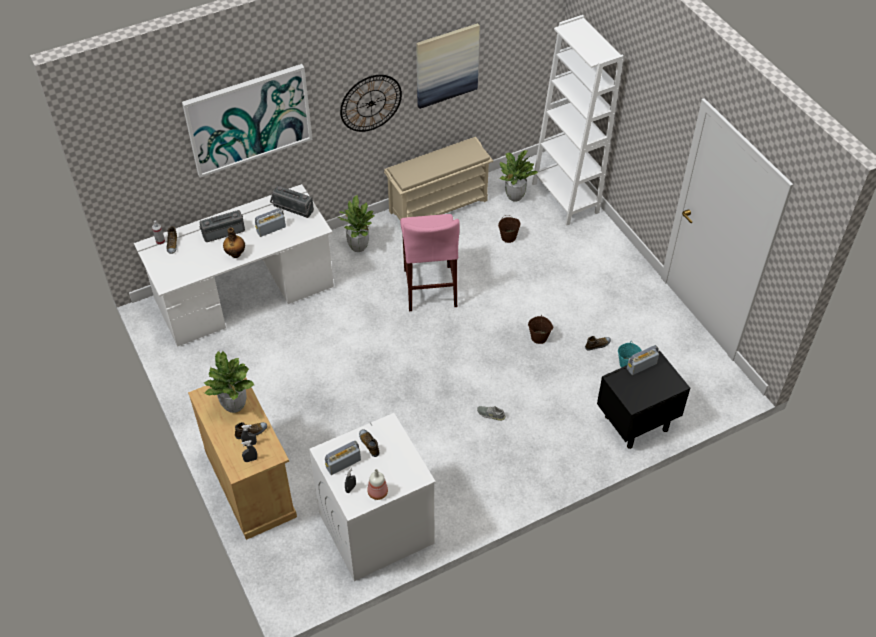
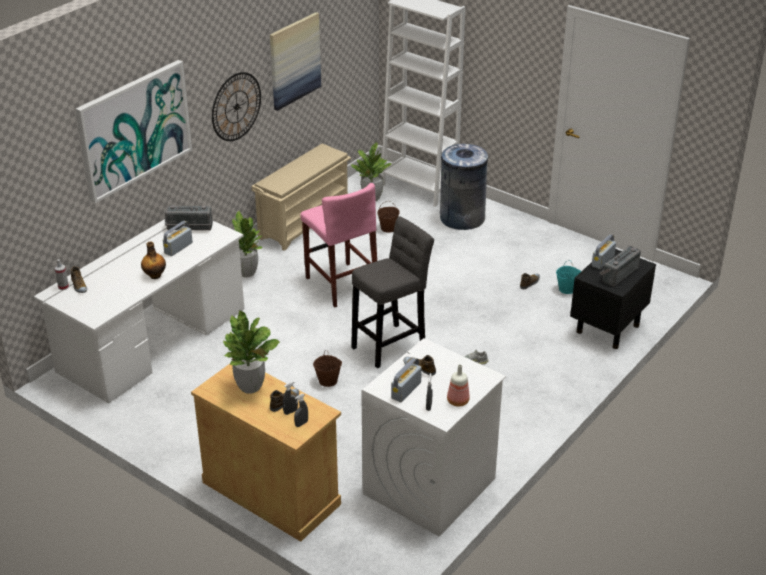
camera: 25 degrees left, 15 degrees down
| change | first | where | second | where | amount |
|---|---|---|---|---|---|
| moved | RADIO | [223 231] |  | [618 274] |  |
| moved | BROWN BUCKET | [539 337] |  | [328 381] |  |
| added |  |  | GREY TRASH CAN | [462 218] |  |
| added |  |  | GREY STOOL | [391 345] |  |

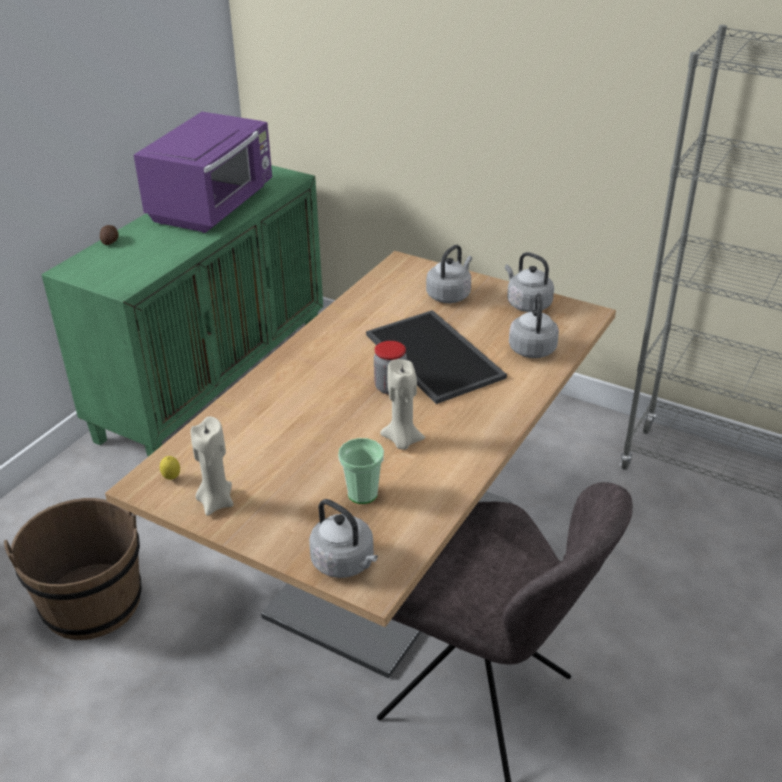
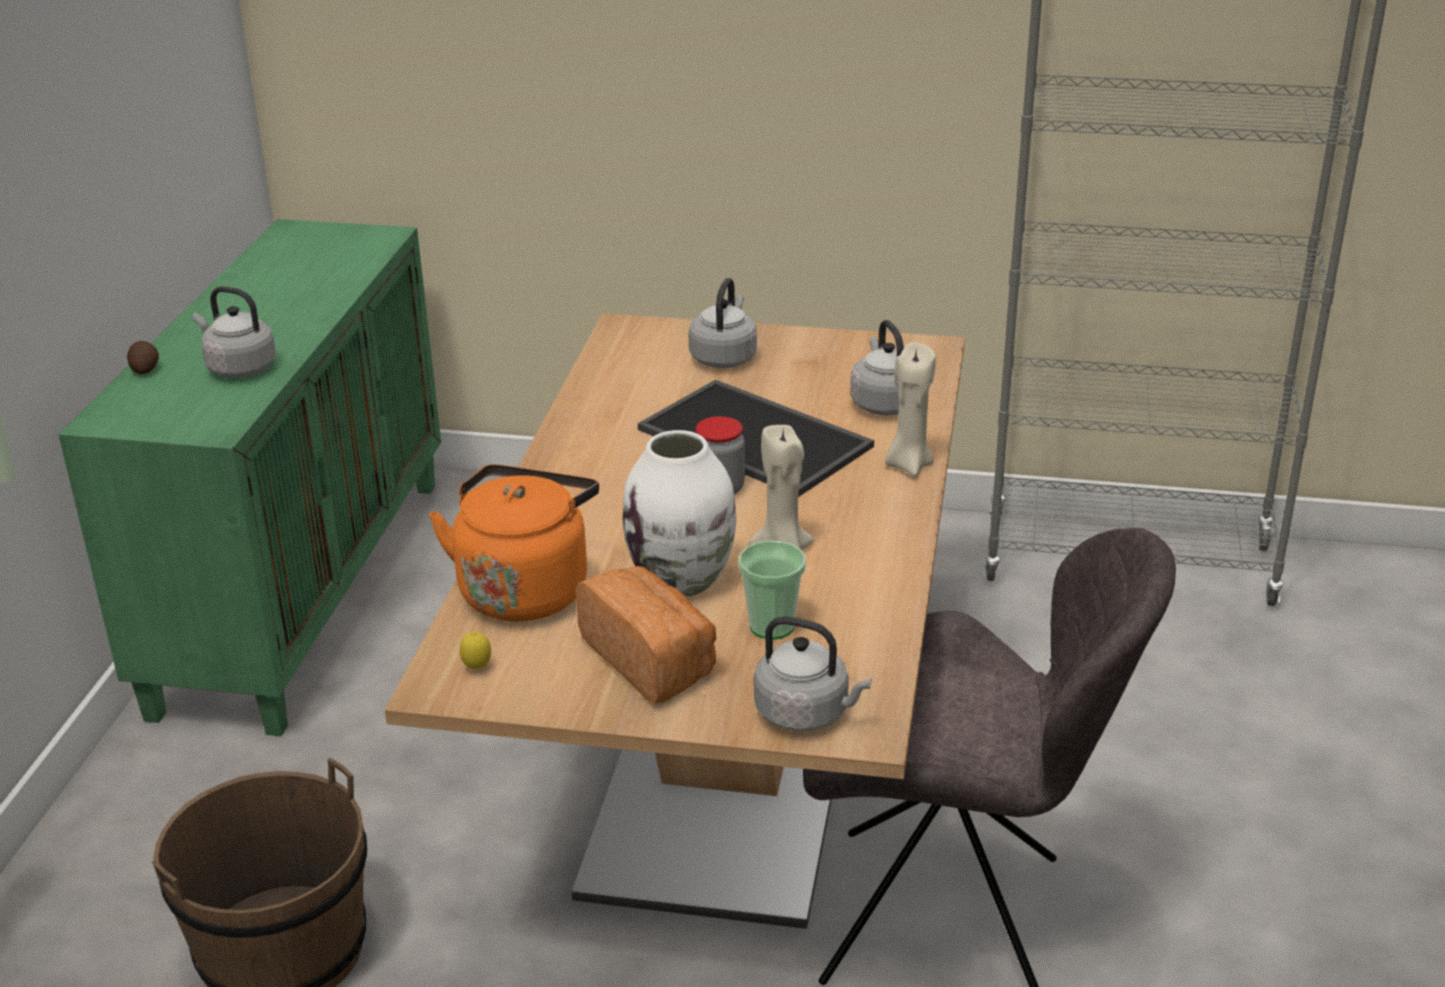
camera: 20 degrees left, 5 degrees down
| change | first | where | second | where | amount |
|---|---|---|---|---|---|
| removed | PURPLE MICROWAVE | [213 206] |  |  |  |
| moved | GREY KETTLE | [527 304] |  | [238 367] |  |
| moved | BEIGE CANDLE | [216 502] |  | [908 464] |  |
| added |  |  | WHITE VASE | [682 580] |  |
| added |  |  | ORANGE KETTLE | [525 589] |  |
| added |  |  | BREAD | [651 659] |  |

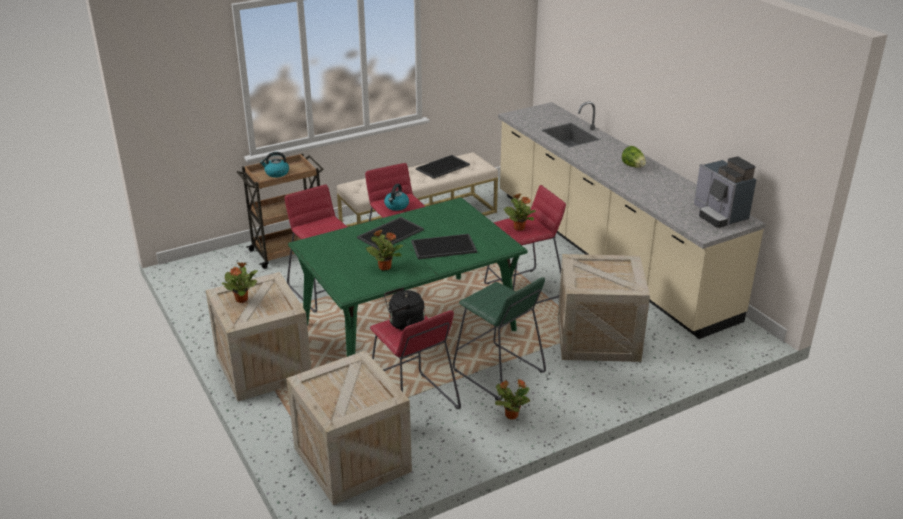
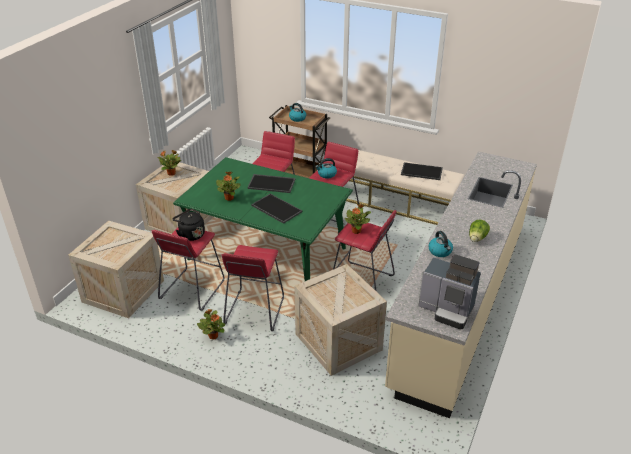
camera: 55 degrees right, 5 degrees up
| change | first | where | second | where | amount |
|---|---|---|---|---|---|
| turned | COFFEE MACHINE | [719 215] |  | [447 310] | 90 degrees counterclockwise |
| recoloured | GREEN STOOL | [498 372] | RED STOOL | [254 311] |  |
| added |  |  | KETTLE | [440 251] |  |

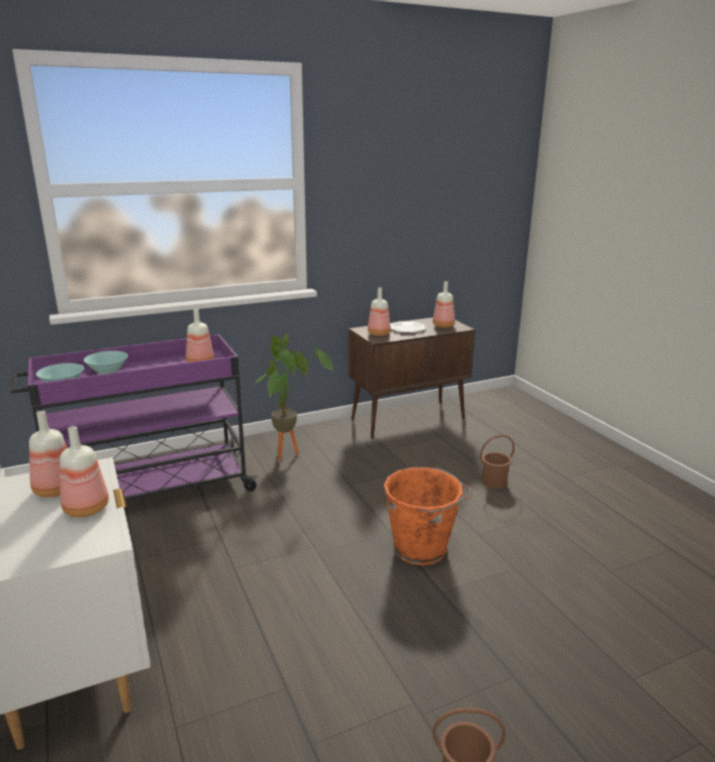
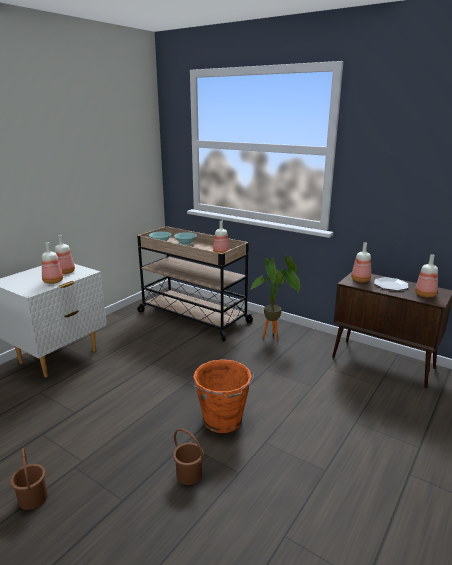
camera: 60 degrees right, 0 degrees up
| change | first | where | second | where | amount |
|---|---|---|---|---|---|
| recoloured | PURPLE CART | [148 492] | BEIGE CART | [192 316] |  |
| moved | BROWN BUCKET | [494 482] |  | [189 475] |  |

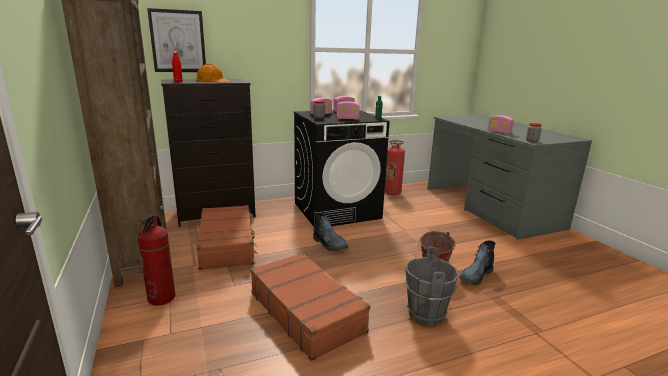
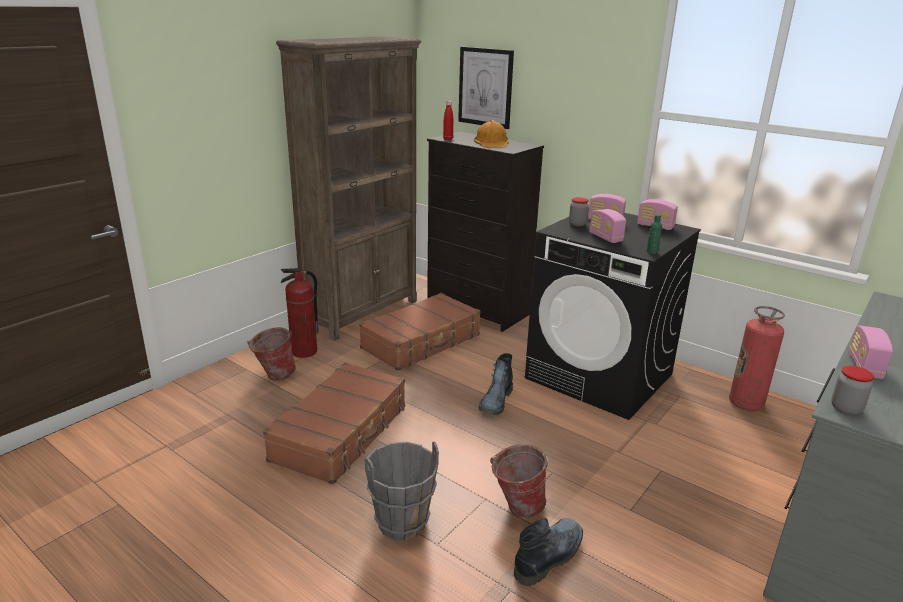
camera: 60 degrees right, 5 degrees up
| change | first | where | second | where | amount |
|---|---|---|---|---|---|
| turned | BOOT | [475 276] |  | [549 555] | 120 degrees clockwise |
| added |  |  | BUCKET | [274 375] |  |

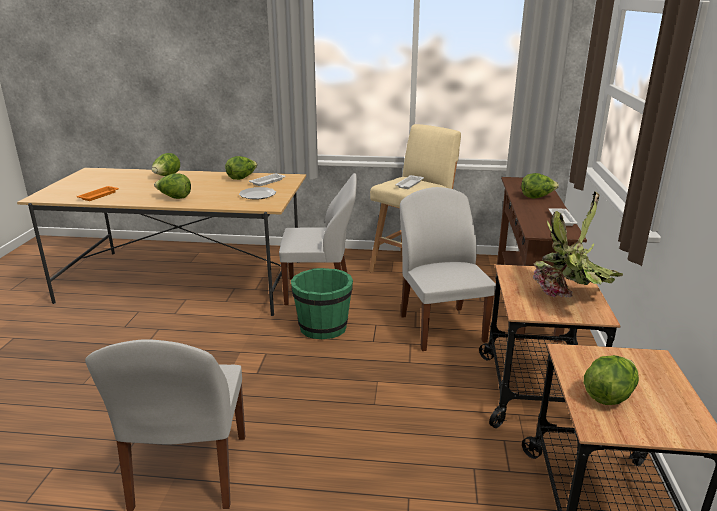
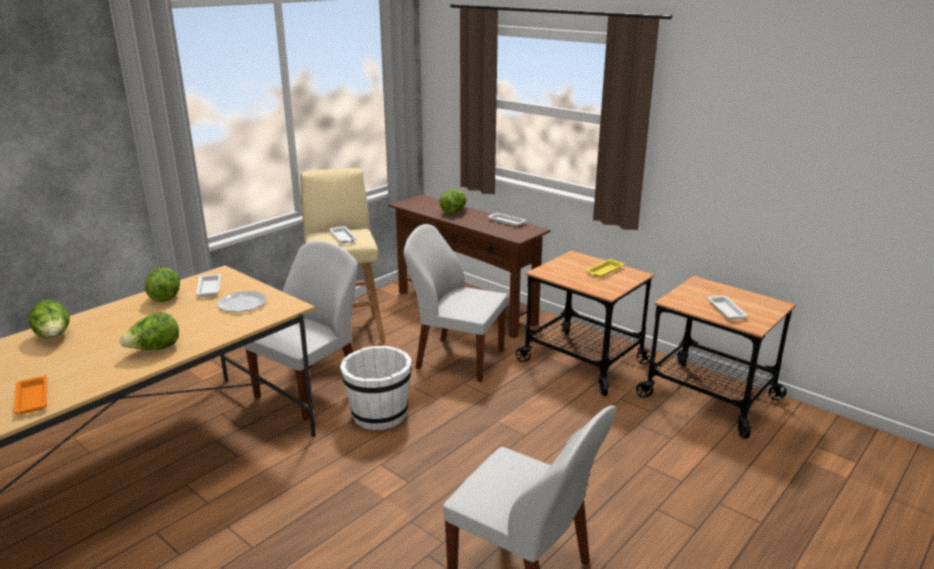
camera: 55 degrees left, 0 degrees up
| change | first | where | second | where | amount |
|---|---|---|---|---|---|
| replaced | POTTED PLANT | [570 297] | YELLOW TRAY | [604 271] |  |
| recoloured | GREEN BUCKET | [323 327] | WHITE BUCKET | [379 415] |  |
| replaced | LETTUCE | [608 395] | WHITE TRAY | [726 310] |  |

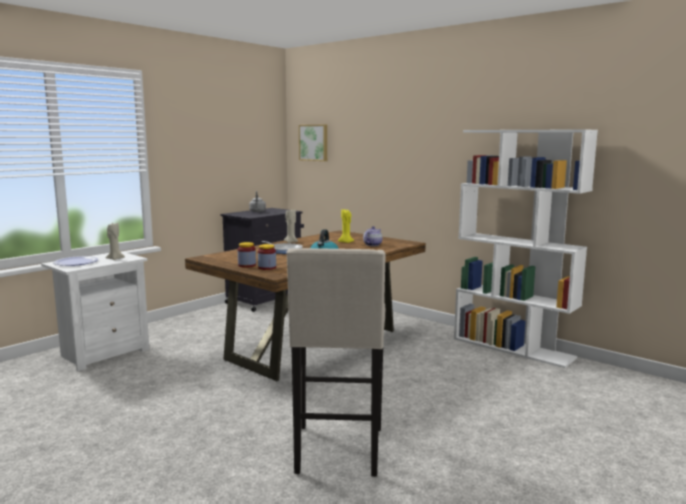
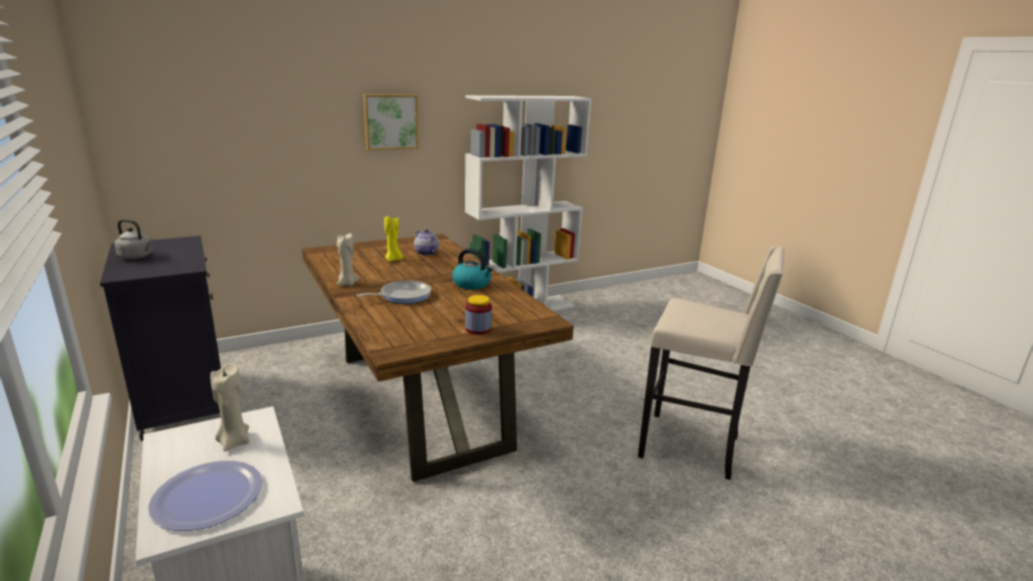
camera: 70 degrees left, 10 degrees up
| change | first | where | second | where | amount |
|---|---|---|---|---|---|
| moved | PICTURE | [314 142] |  | [390 122] |  |
| removed | JAR | [267 268] |  |  |  |

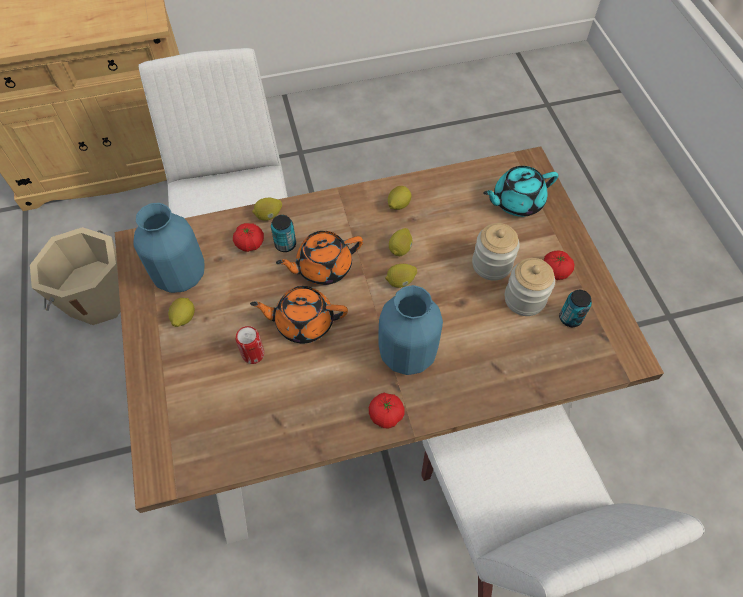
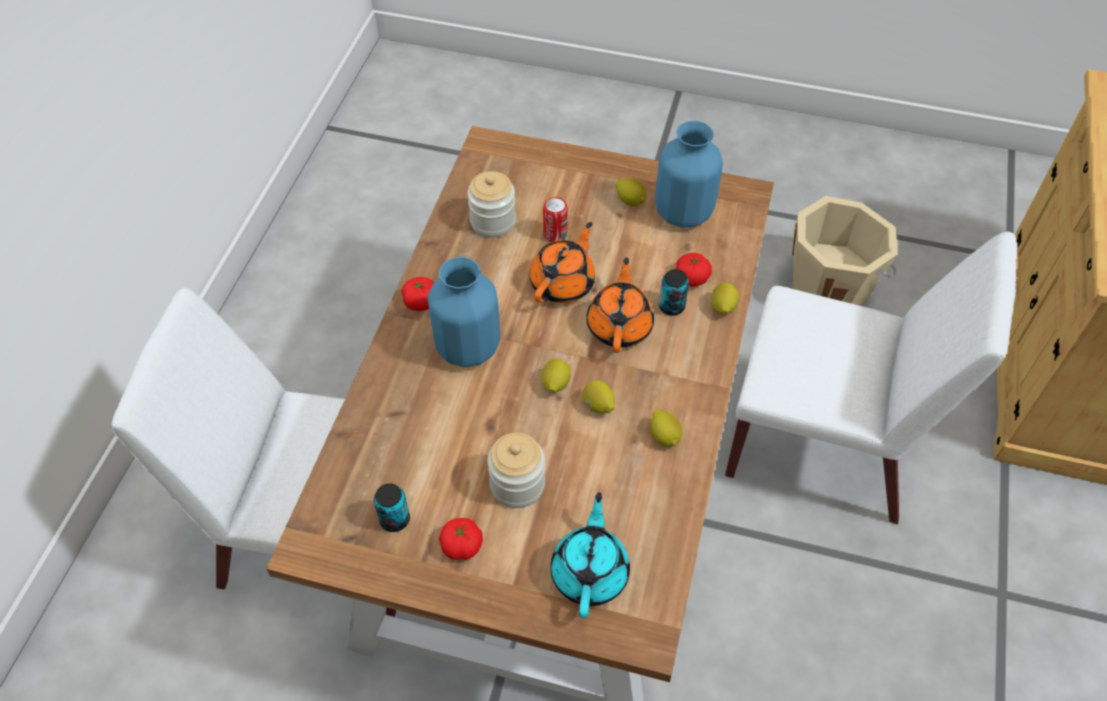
camera: 120 degrees right, 5 degrees down
| change | first | where | second | where | amount |
|---|---|---|---|---|---|
| moved | JAR | [524 299] |  | [493 221] |  |

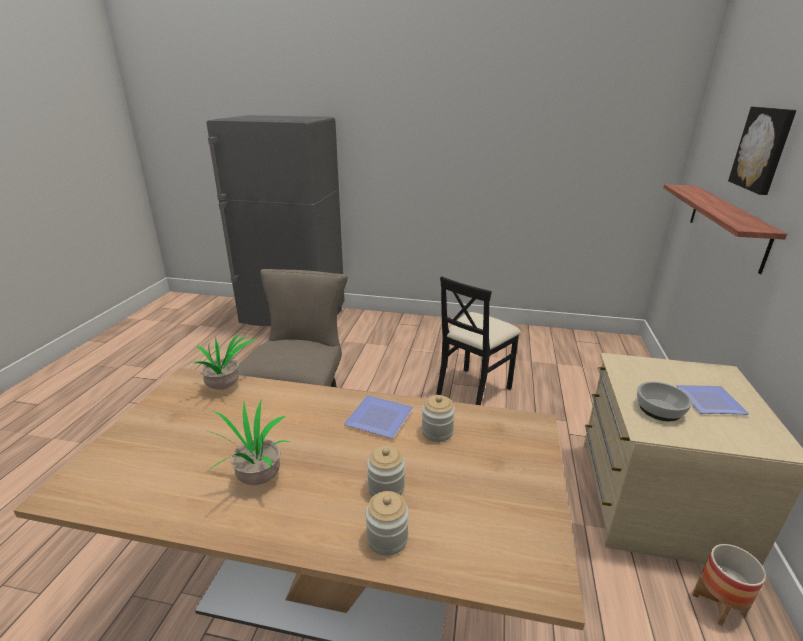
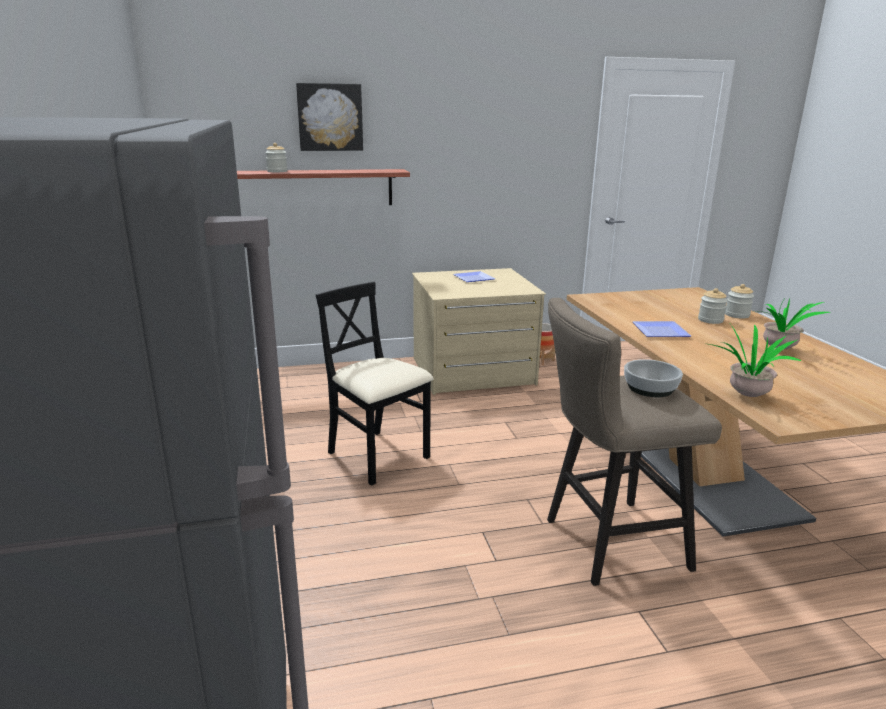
camera: 115 degrees left, 5 degrees down
| change | first | where | second | where | amount |
|---|---|---|---|---|---|
| turned | BLACK CHAIR | [473 389] |  | [378 456] | 150 degrees counterclockwise |
| moved | BOWL | [659 410] |  | [651 388] |  |
| moved | JAR | [437 432] |  | [277 171] |  |

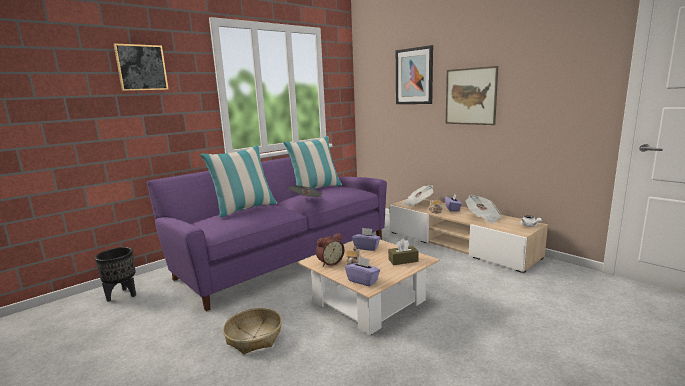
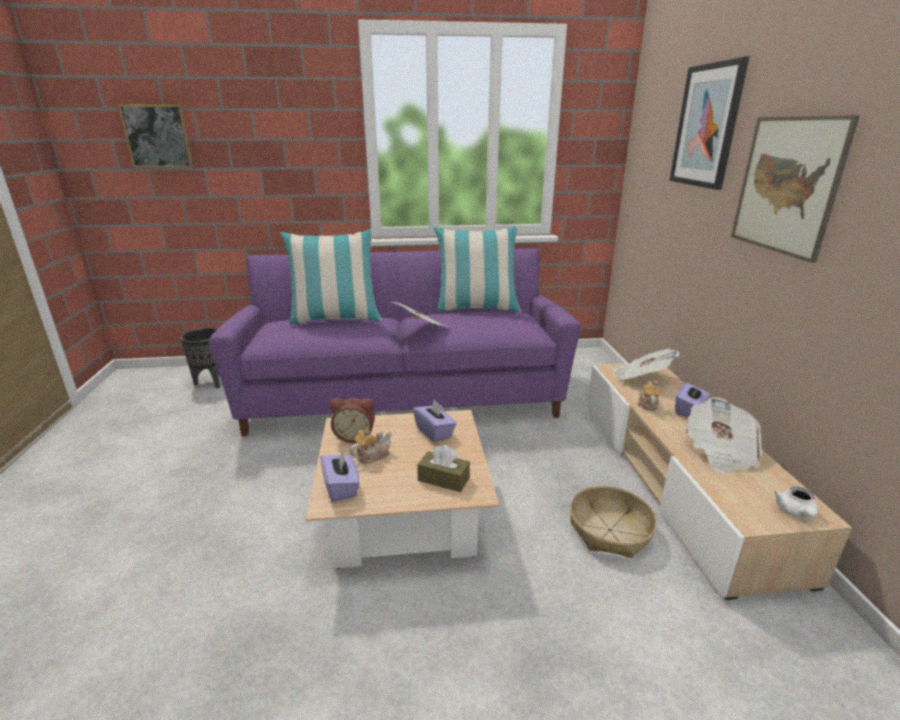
camera: 35 degrees right, 10 degrees up
| change | first | where | second | where | amount |
|---|---|---|---|---|---|
| moved | PICTURE | [141 67] |  | [158 136] |  |
| moved | BASKET | [254 337] |  | [609 530] |  |

